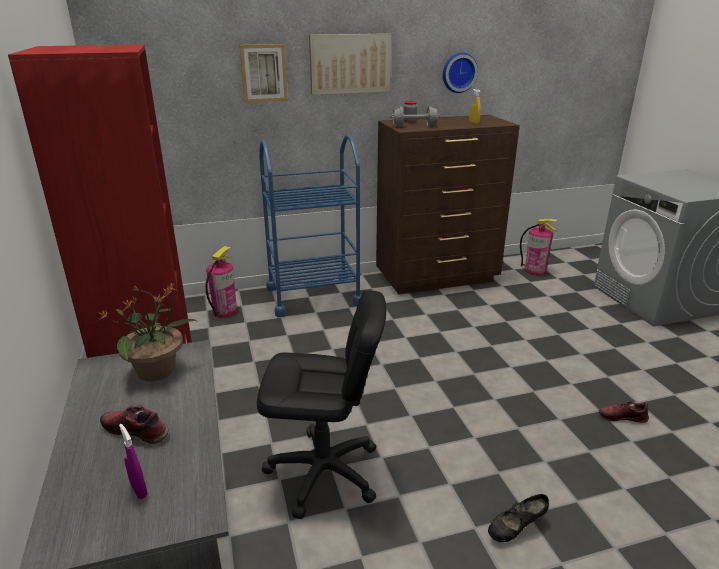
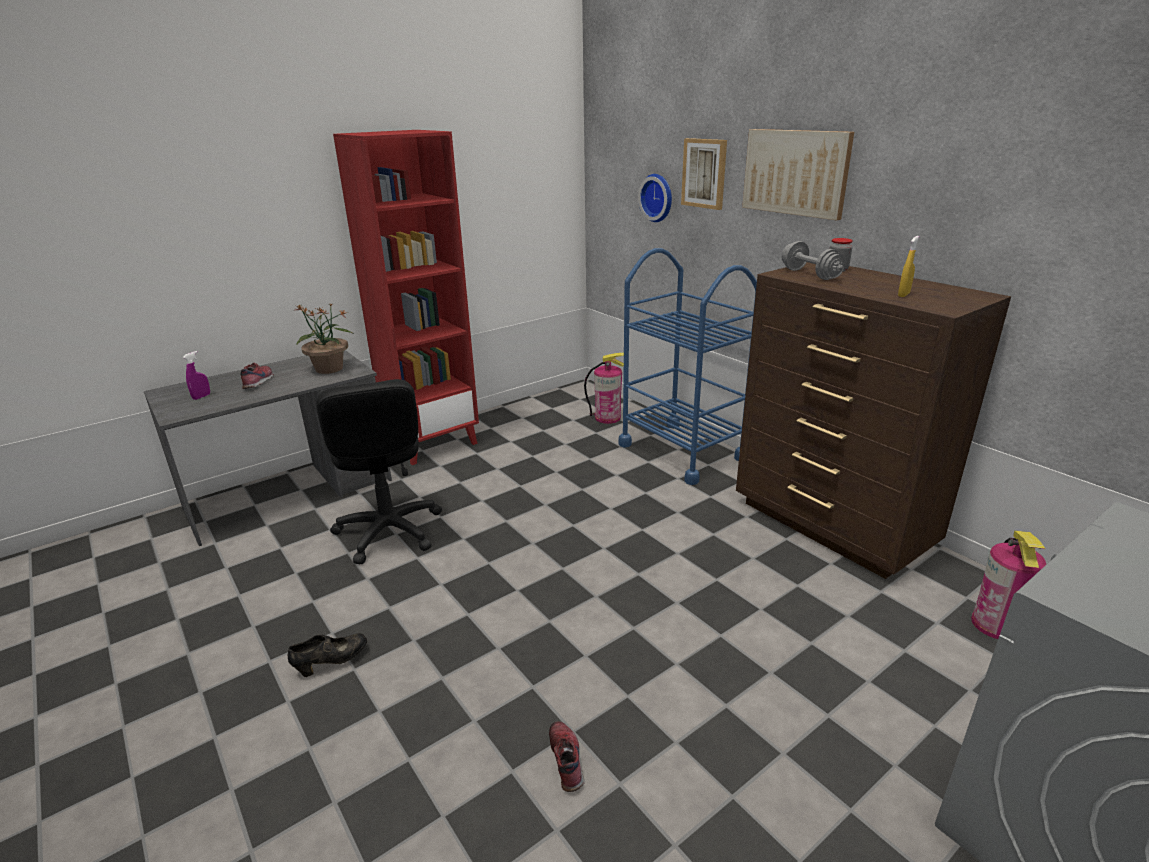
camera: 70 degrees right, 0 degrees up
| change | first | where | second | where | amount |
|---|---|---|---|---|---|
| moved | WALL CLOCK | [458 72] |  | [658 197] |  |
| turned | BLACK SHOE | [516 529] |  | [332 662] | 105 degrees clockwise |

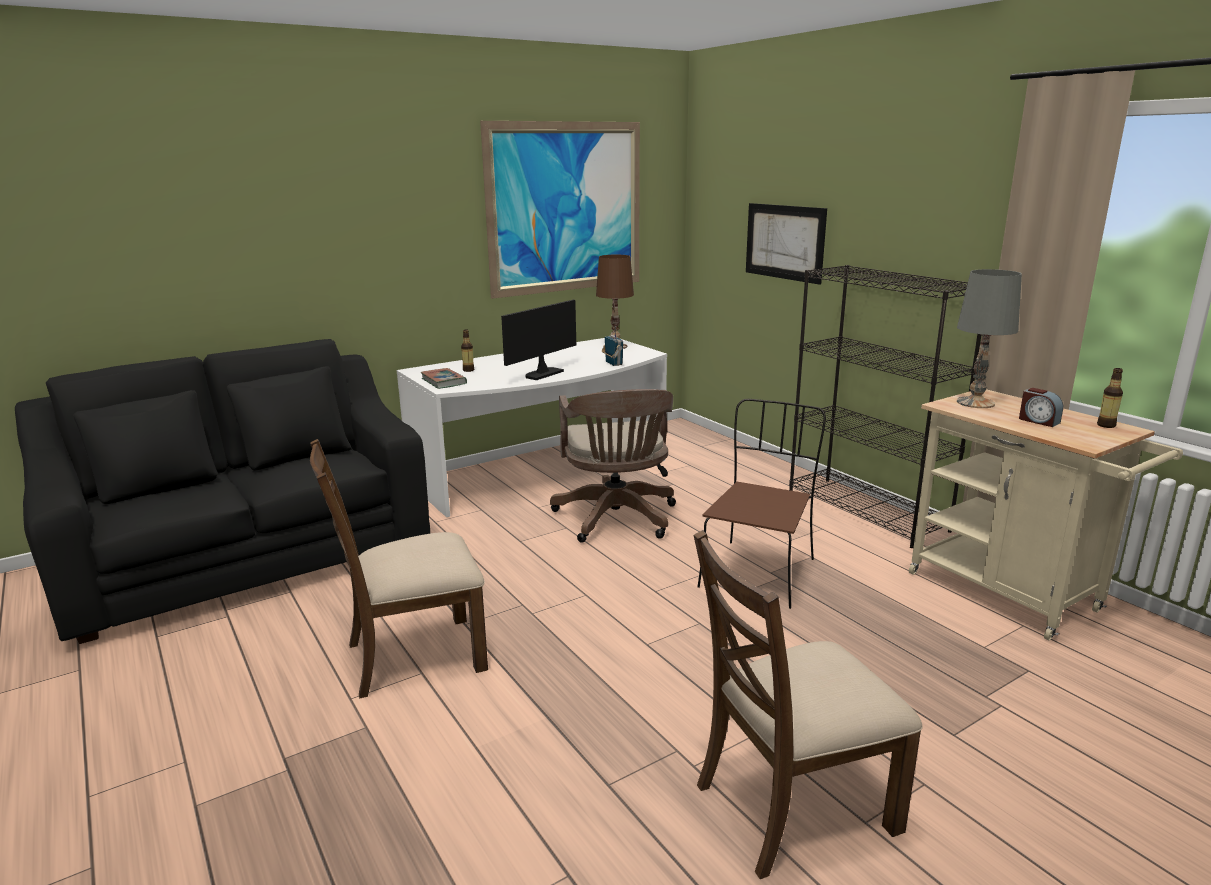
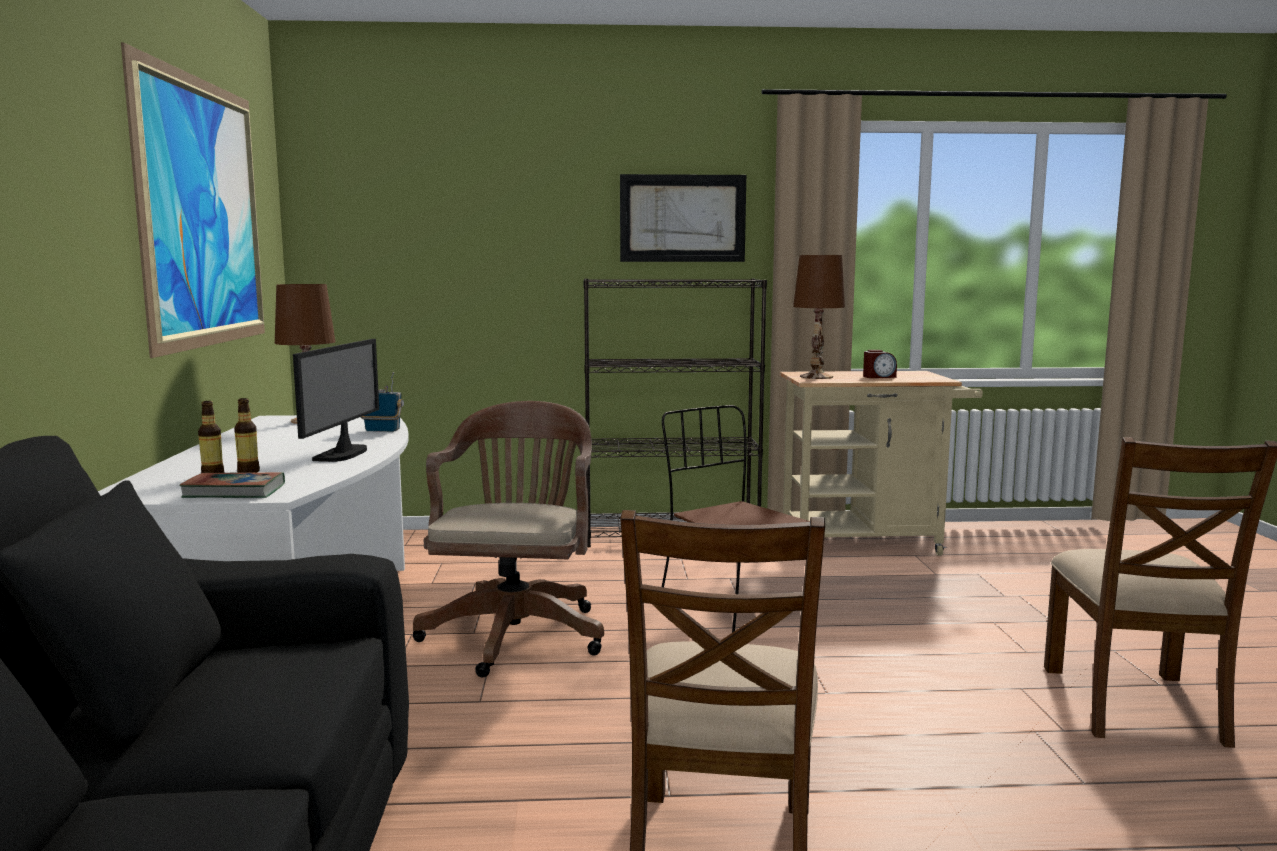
camera: 60 degrees left, 10 degrees down
| change | first | where | second | where | amount |
|---|---|---|---|---|---|
| moved | PICTURE | [784 242] |  | [682 218] |  |
| recoloured | GREY TABLE LAMP | [975 402] | BROWN TABLE LAMP | [816 377] |  |
| turned | MONITOR | [542 374] |  | [343 454] | 150 degrees counterclockwise |
| moved | BOTTLE | [1106 425] |  | [248 472] |  |
| turned | BROWN OFFICE CHAIR | [617 520] |  | [517 632] | 105 degrees counterclockwise |

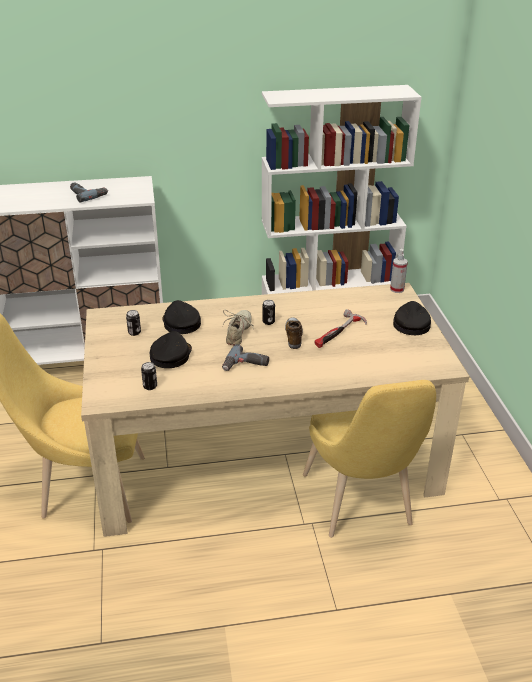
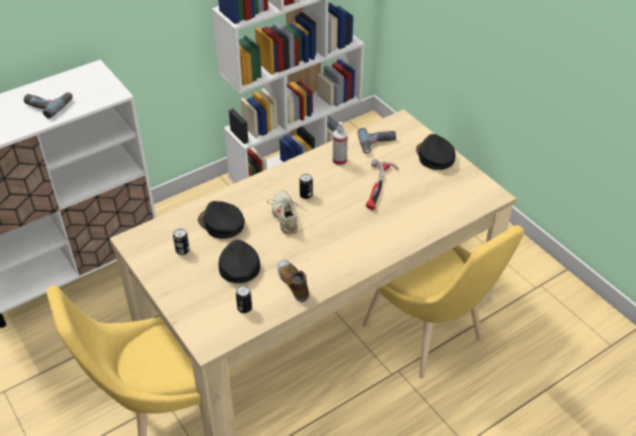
camera: 25 degrees left, 10 degrees up
| change | first | where | second | where | amount |
|---|---|---|---|---|---|
| moved | SPRAY BOTTLE | [397 289] |  | [339 160] |  |
| moved | SHOE | [294 336] |  | [293 283] |  |
| moved | POWER DRILL | [245 365] |  | [377 144] |  |

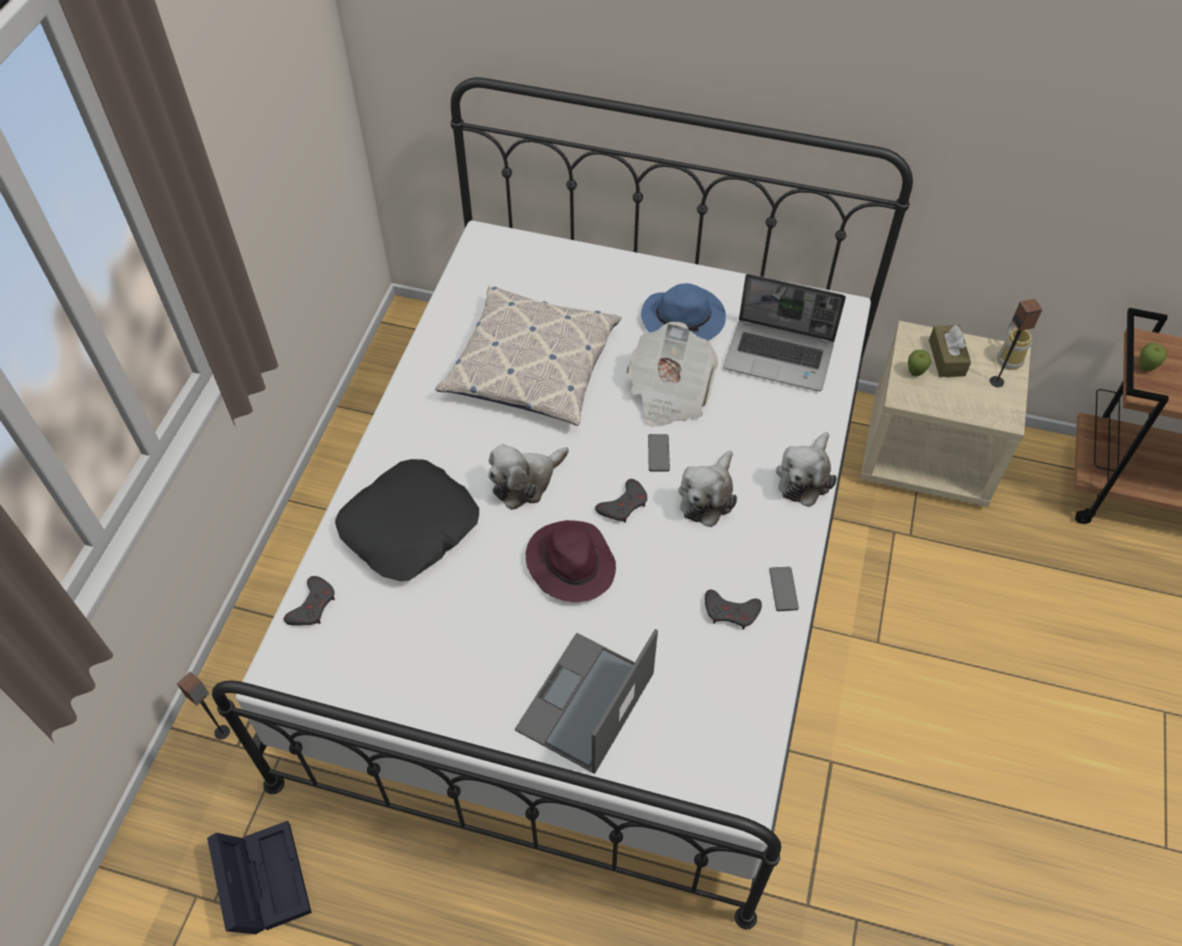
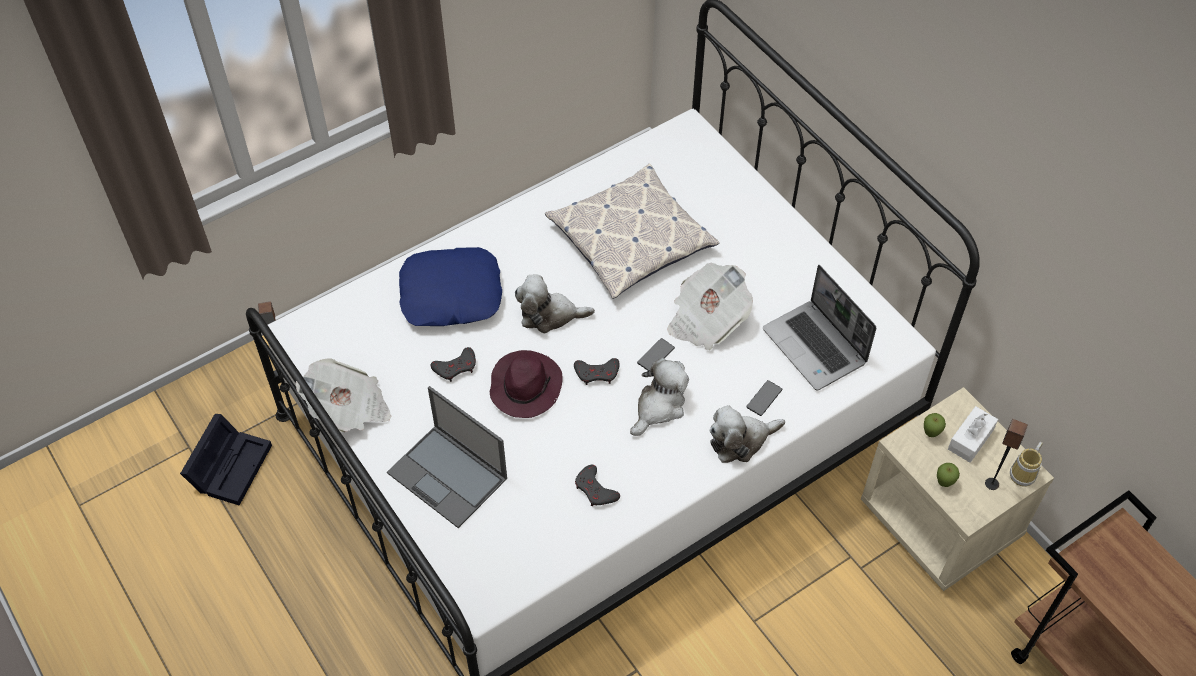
camera: 40 degrees right, 0 degrees up
| change | first | where | second | where | amount |
|---|---|---|---|---|---|
| removed | BLUE HAT | [684 319] |  |  |  |
| recoloured | BROWN TISSUE BOX | [946 358] | WHITE TISSUE BOX | [970 439] |  |
| moved | APPLE | [1145 368] |  | [944 483] |  |
| turned | PLUSH TOY | [707 496] |  | [659 406] | 150 degrees clockwise |
| recoloured | BLACK PILLOW | [410 527] | BLUE PILLOW | [451 295] |  |
| moved | PHONE | [783 589] |  | [764 398] |  |
| moved | GREY GAME CONTROLLER | [312 606] |  | [456 367] |  |
| turned | LAPTOP | [585 703] |  | [448 476] | 120 degrees counterclockwise |
| added |  |  | NEWSPAPER | [349 409] |  |

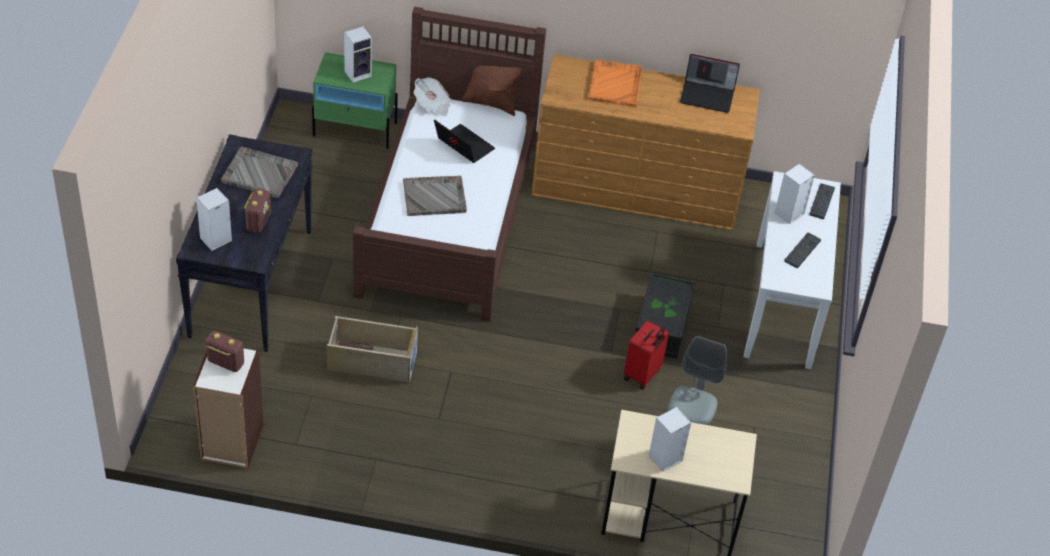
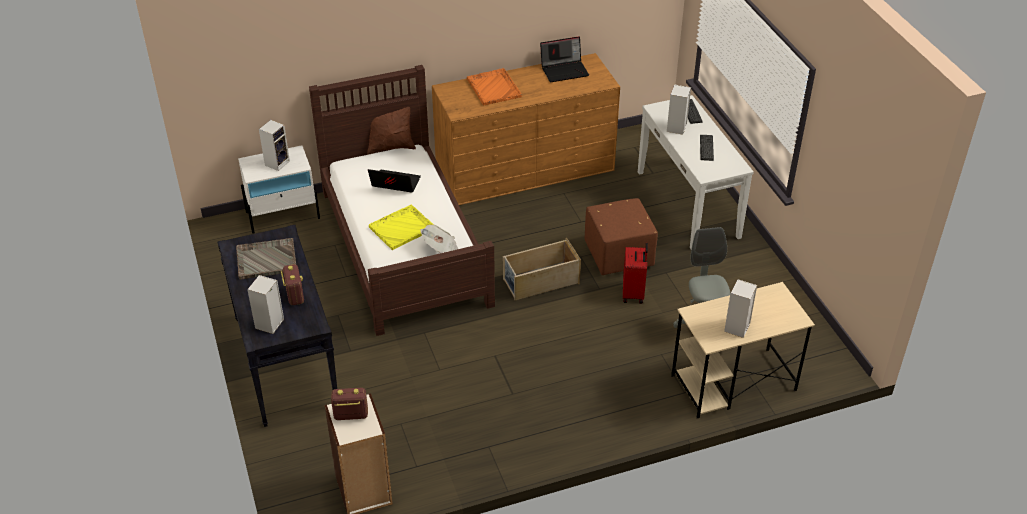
camera: 25 degrees left, 5 degrees down
| change | first | where | second | where | amount |
|---|---|---|---|---|---|
| recoloured | GREEN NIGHTSTAND | [355 129] | WHITE NIGHTSTAND | [283 215] |  |
| moved | NEWSPAPER | [432 105] |  | [441 247] |  |
| recoloured | GREY TRAY | [435 197] | YELLOW TRAY | [402 228] |  |
| replaced | BLACK STORAGE BOX | [661 327] | BROWN OTTOMAN | [619 255] |  |
| moved | BEIGE STORAGE BOX | [371 361] |  | [540 281] |  |

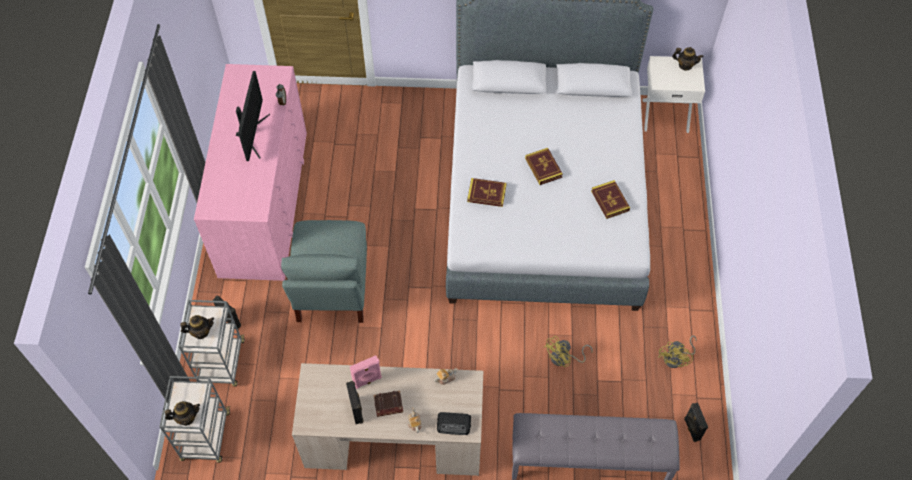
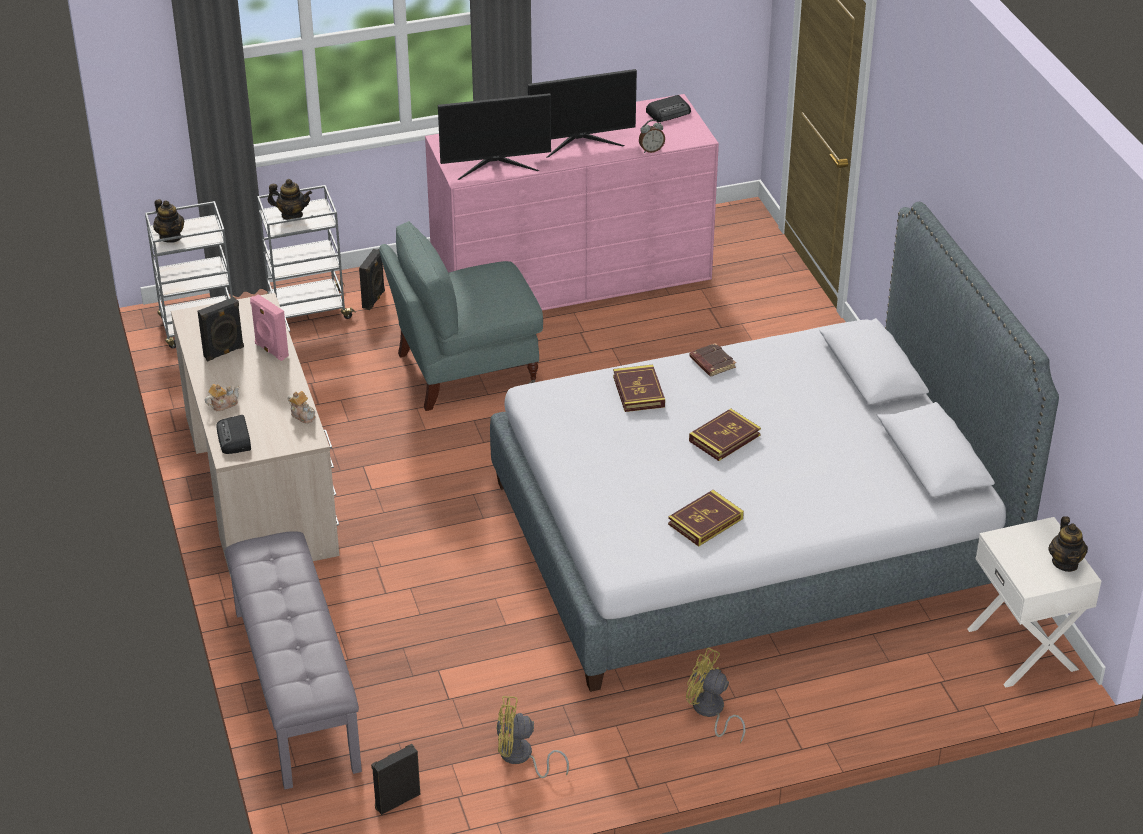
camera: 70 degrees right, 20 degrees down
| change | first | where | second | where | amount |
|---|---|---|---|---|---|
| turned | TEAPOT | [201 332] |  | [292 215] | 45 degrees counterclockwise |
| moved | YELLOW FAN | [564 359] |  | [710 712] |  |
| moved | BROWN BOOK | [388 405] |  | [711 363] |  |
| added |  |  | MONITOR | [495 165] |  |
| added |  |  | RADIO | [669 112] |  |

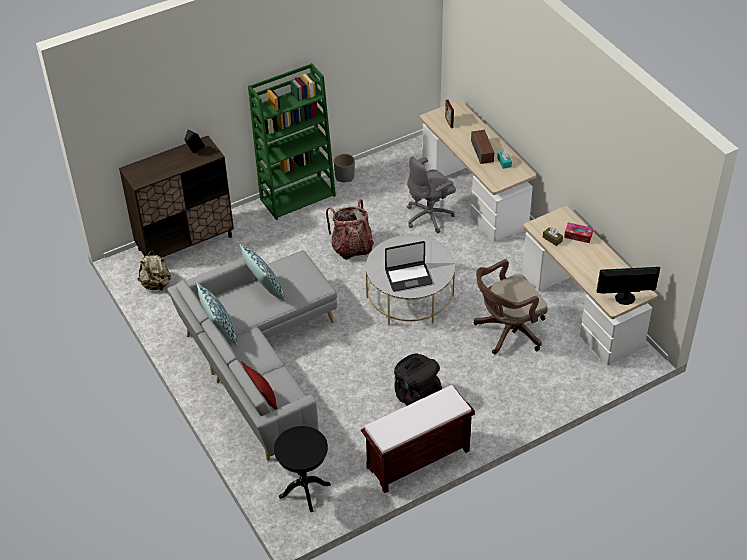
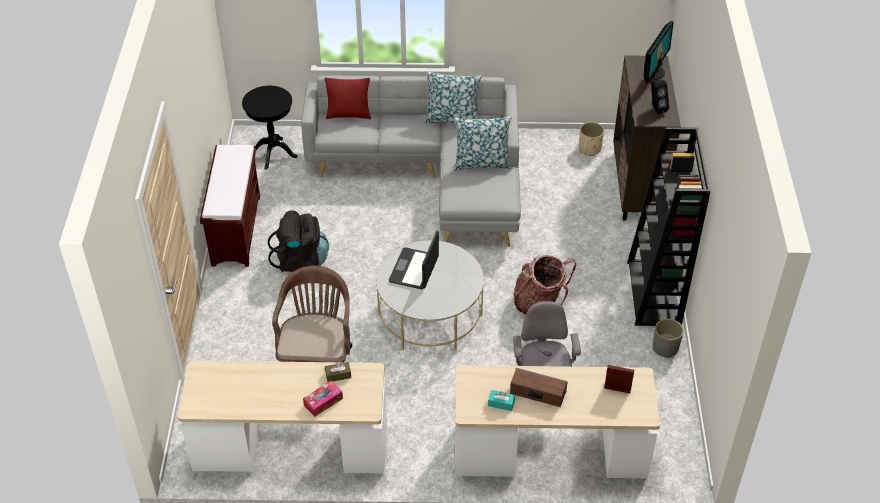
camera: 120 degrees right, 0 degrees up
| change | first | where | second | where | amount |
|---|---|---|---|---|---|
| recoloured | GREEN BOOKCASE | [298 197] | BLACK BOOKCASE | [654 294] |  |
| replaced | BEIGE BACKPACK | [156 284] | BEIGE PLANTER | [589 149] |  |
| moved | MONITOR | [625 298] |  | [654 73] |  |

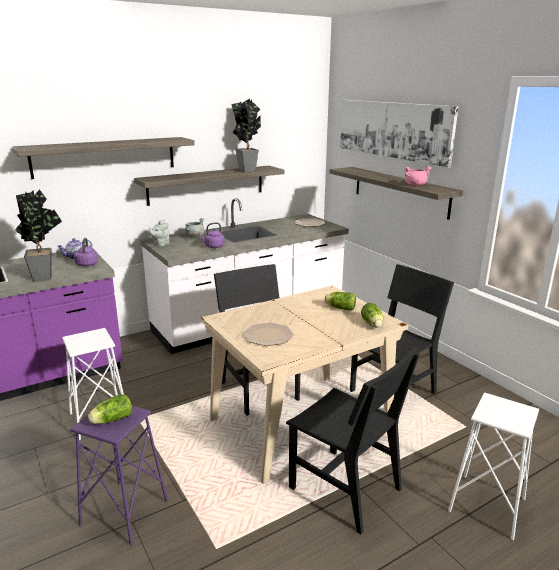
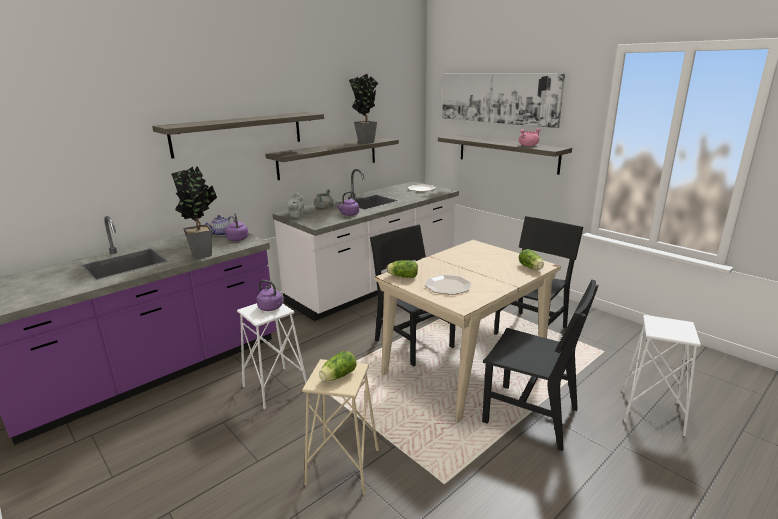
camera: 10 degrees left, 0 degrees up
| change | first | where | second | where | amount |
|---|---|---|---|---|---|
| moved | LETTUCE | [339 308] |  | [402 276] |  |
| recoloured | PURPLE STOOL | [125 512] | BEIGE STOOL | [343 466] |  |
| added |  |  | PURPLE KETTLE | [271 308] |  |

